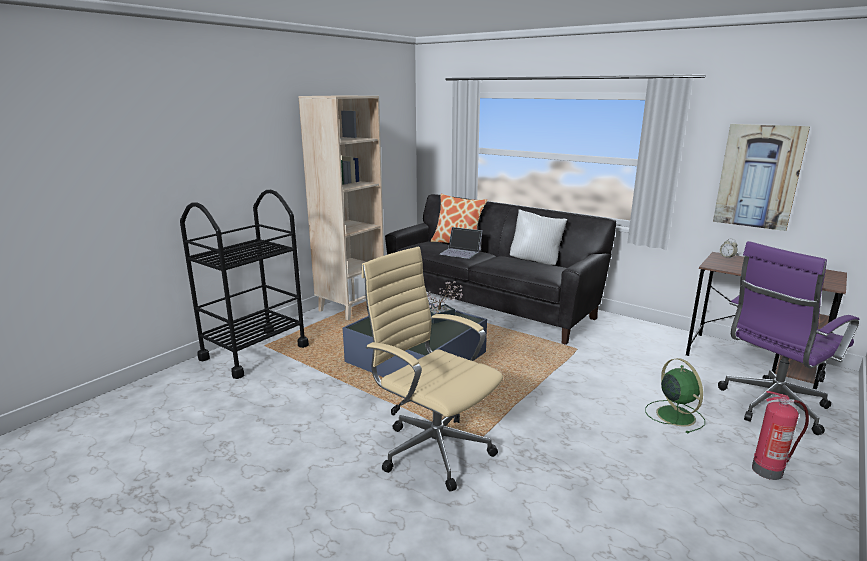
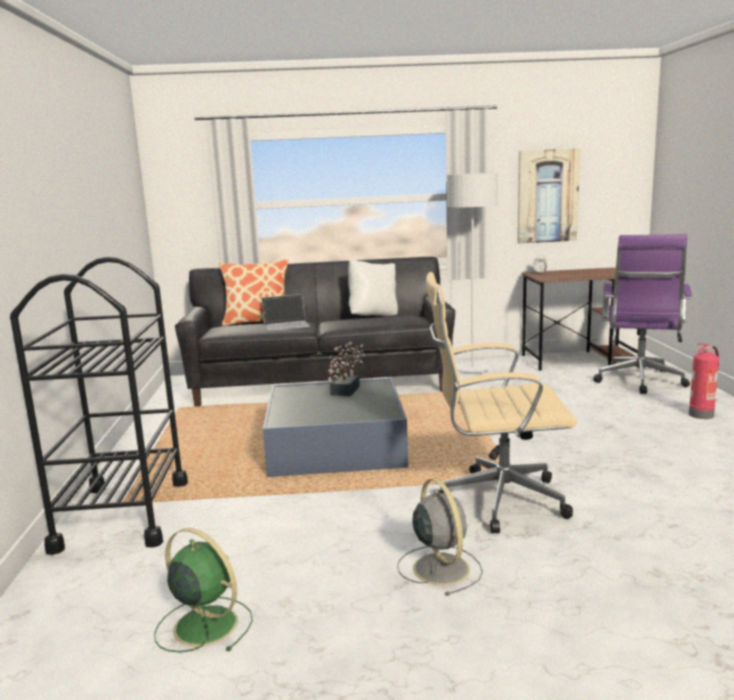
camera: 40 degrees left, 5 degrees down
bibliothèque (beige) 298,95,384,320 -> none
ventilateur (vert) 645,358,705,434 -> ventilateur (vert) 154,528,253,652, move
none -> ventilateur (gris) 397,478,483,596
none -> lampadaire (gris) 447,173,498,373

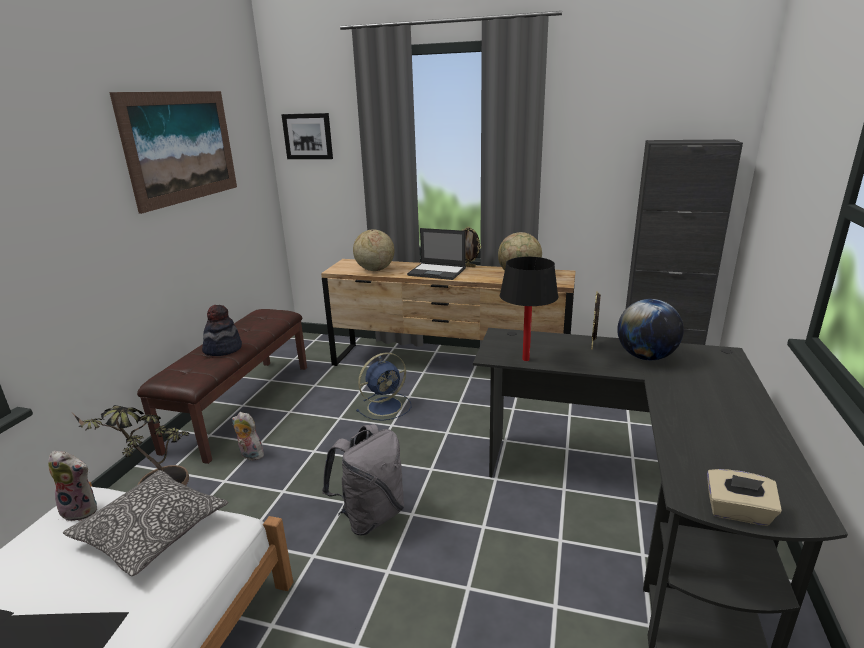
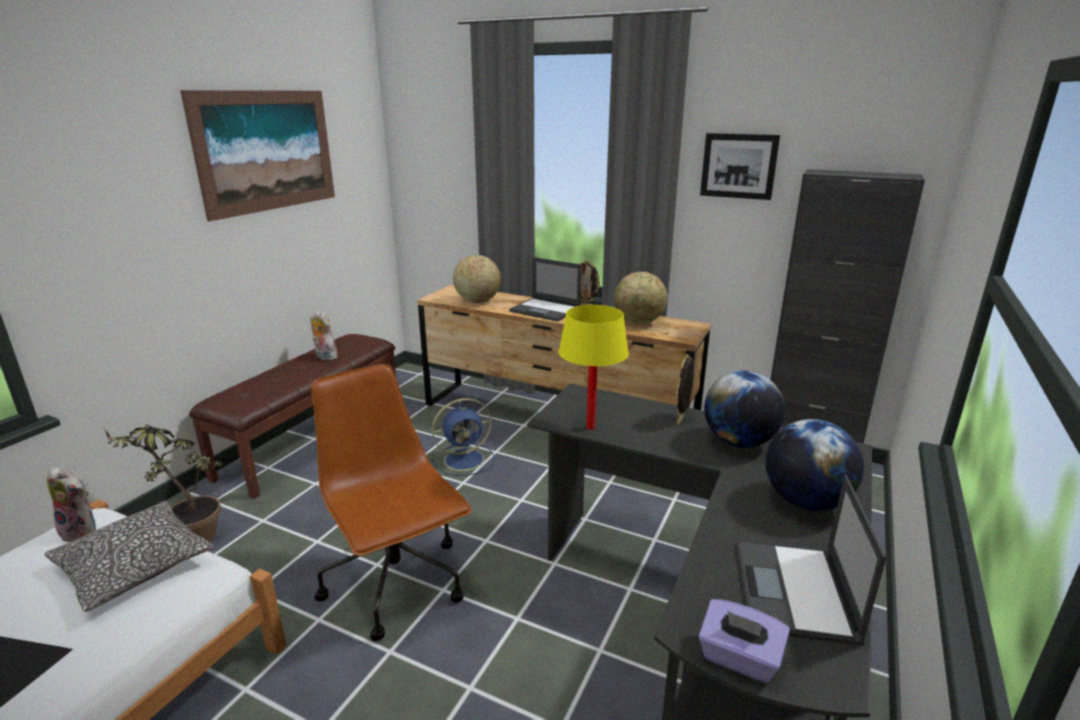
camera: 10 degrees right, 0 degrees up
chapeau 202,305,242,356 -> none
peluche 232,412,264,461 -> peluche 310,311,337,360, move
tableau 281,113,333,159 -> tableau 700,133,780,200, move
sac à dos (gris) 322,424,405,535 -> chaise de bureau (marron) 311,364,472,641
lampe de table (noir) 500,257,559,361 -> lampe de table (jaune) 559,305,629,430
boîte à mouchoirs (beige) 707,469,782,526 -> boîte à mouchoirs (violet) 698,599,790,683
none -> ordinateur portable 736,475,886,646
none -> globe 765,419,864,511

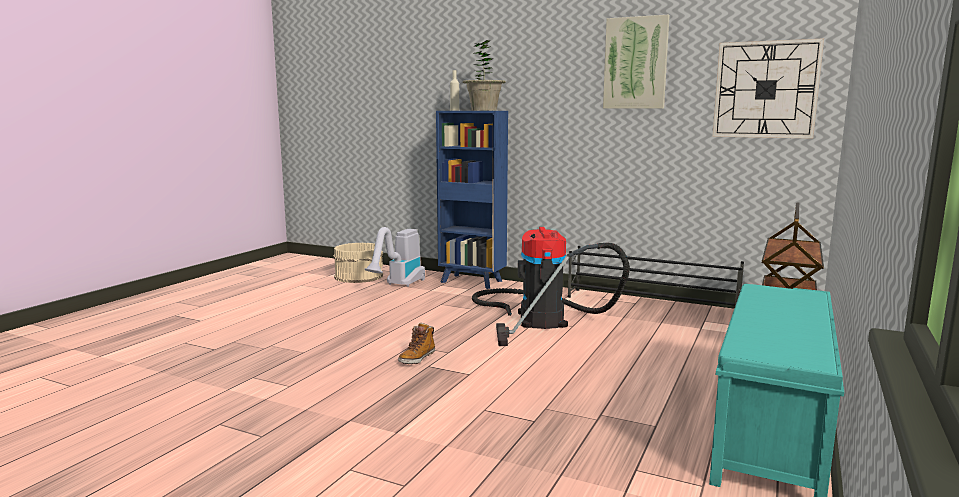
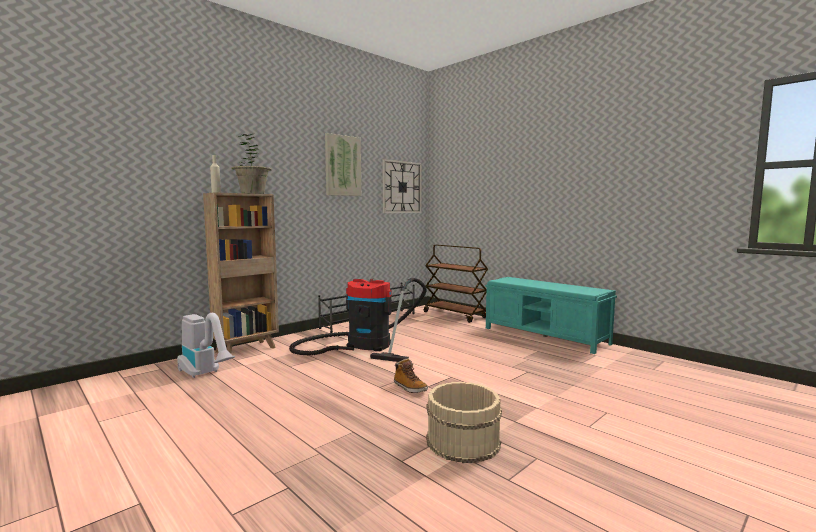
camera: 70 degrees left, 5 degrees down
seau (beige) 333,243,383,283 -> seau (beige) 426,382,502,463, move
bibliothèque (bleu) 436,111,508,289 -> bibliothèque (marron) 203,192,279,353

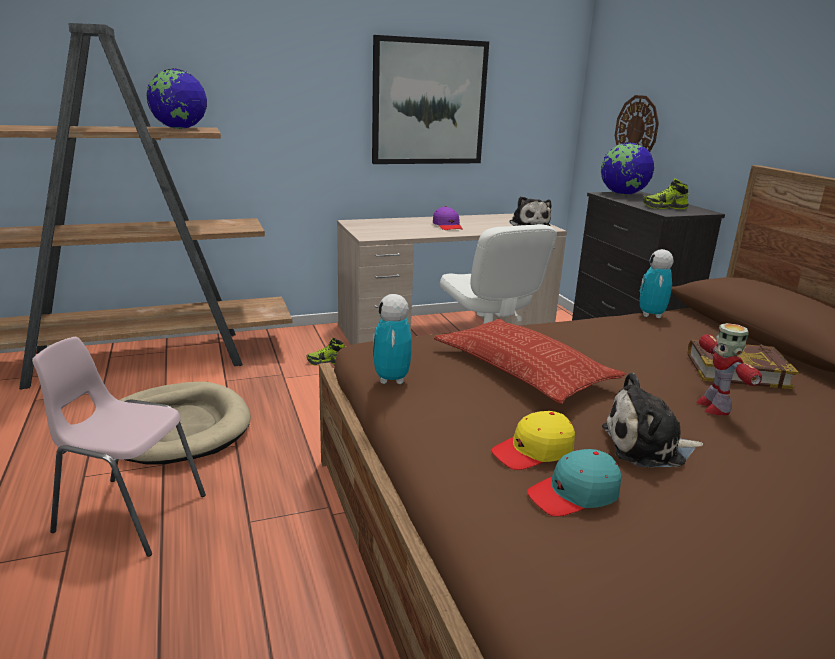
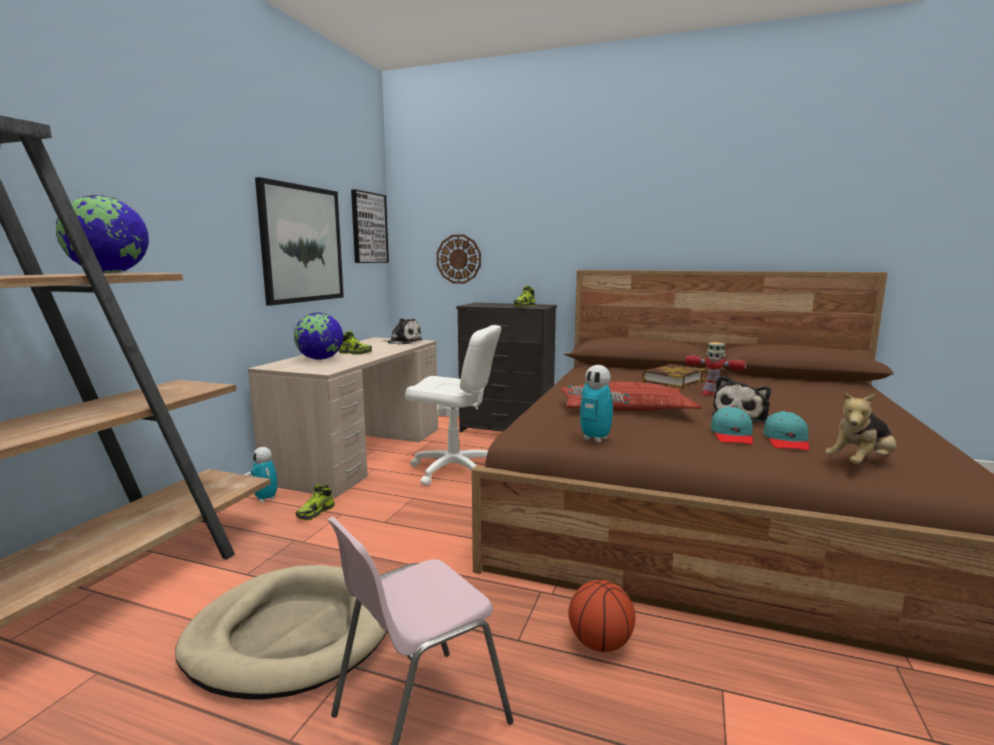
camera: 50 degrees left, 10 degrees down
casquette (violet) 433,206,462,230 -> chaussure 339,330,372,355
casquette (jaune) 491,411,575,470 -> casquette (turquoise) 711,406,753,445
globe 601,142,654,195 -> globe 294,313,344,360, move
robot jouet 640,249,674,318 -> robot jouet 251,447,277,502, move
none -> tableau 351,189,389,263
none -> ballon de basket 569,580,636,652
none -> peluche 825,393,896,464

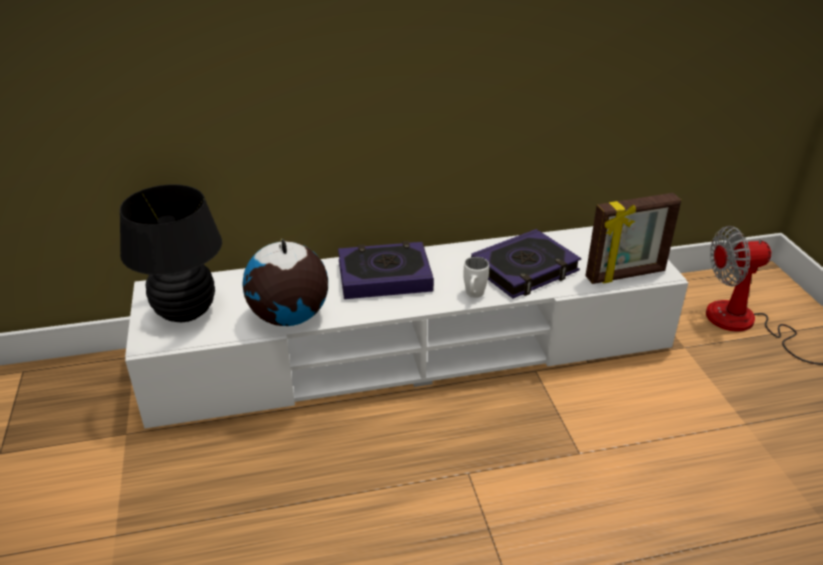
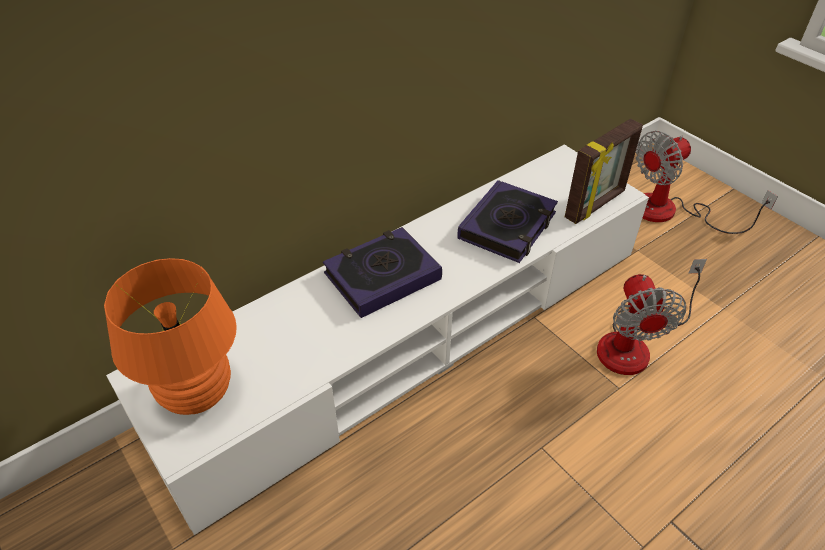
camera: 25 degrees left, 10 degrees up
lampe de table (noir) 120,185,222,322 -> lampe de table (orange) 104,258,237,415
globe 242,239,328,326 -> none
mug (blanc) 463,257,489,298 -> none
none -> ventilateur 597,259,707,375

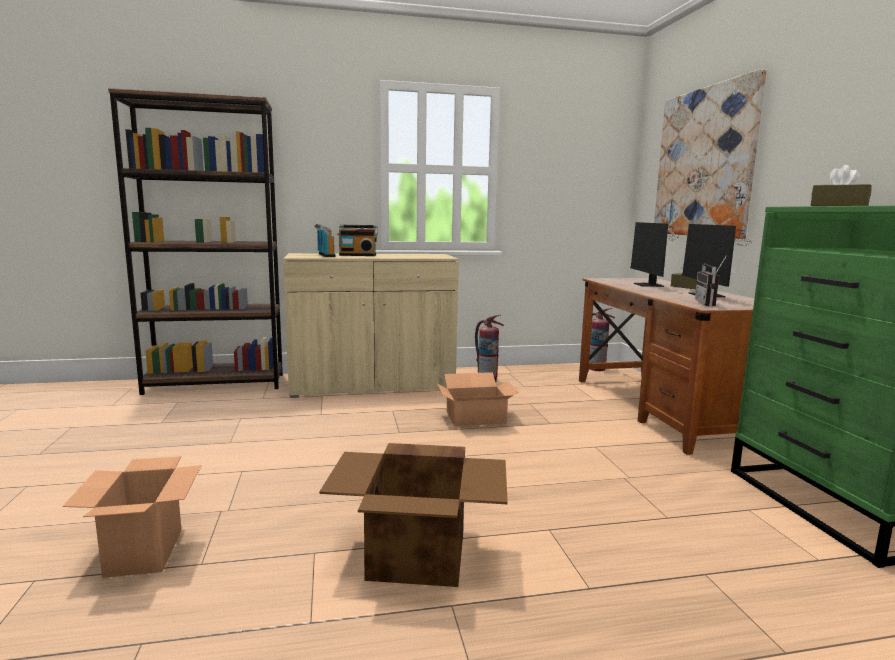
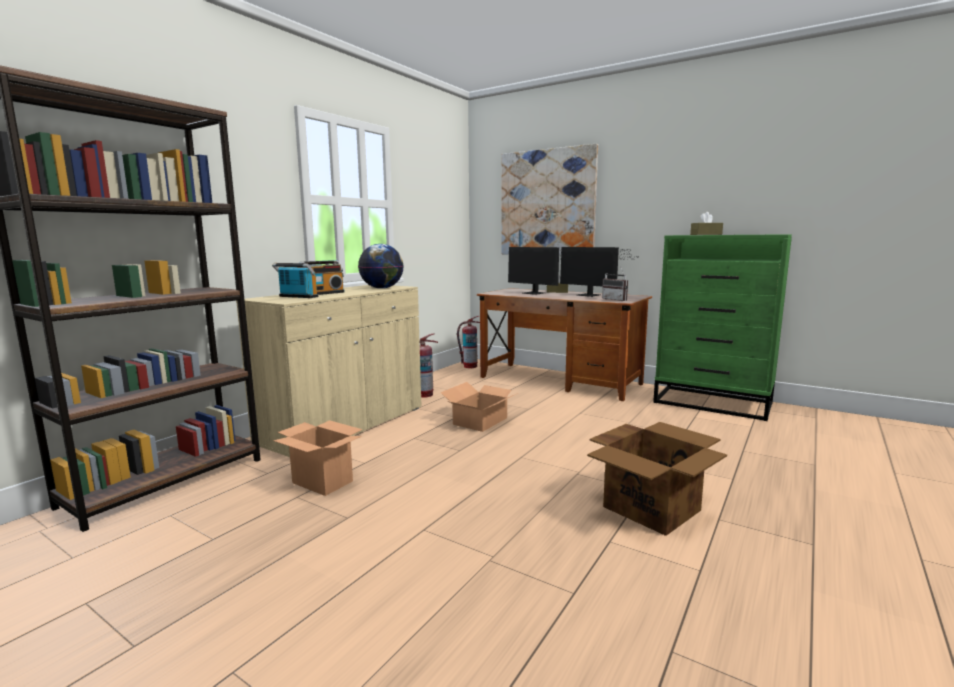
camera: 45 degrees left, 0 degrees up
carton 63,456,202,578 -> carton 273,420,363,496, move
none -> globe 358,244,404,289

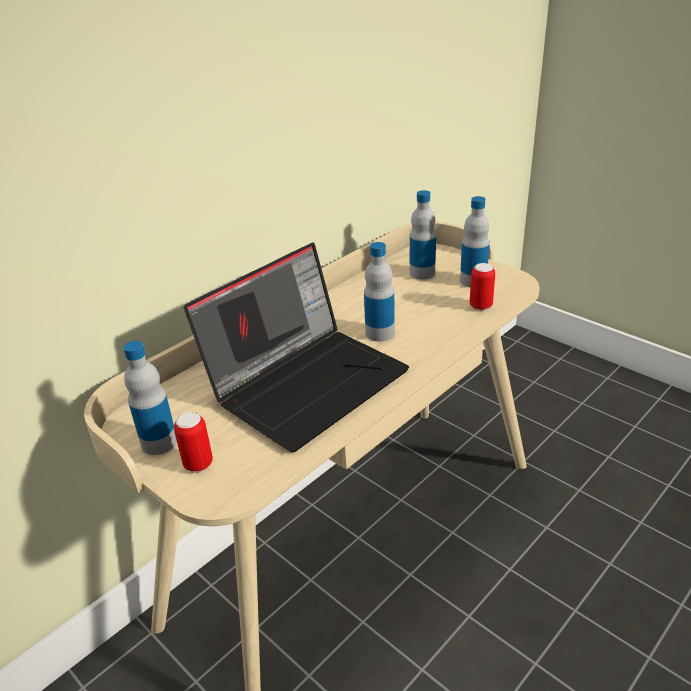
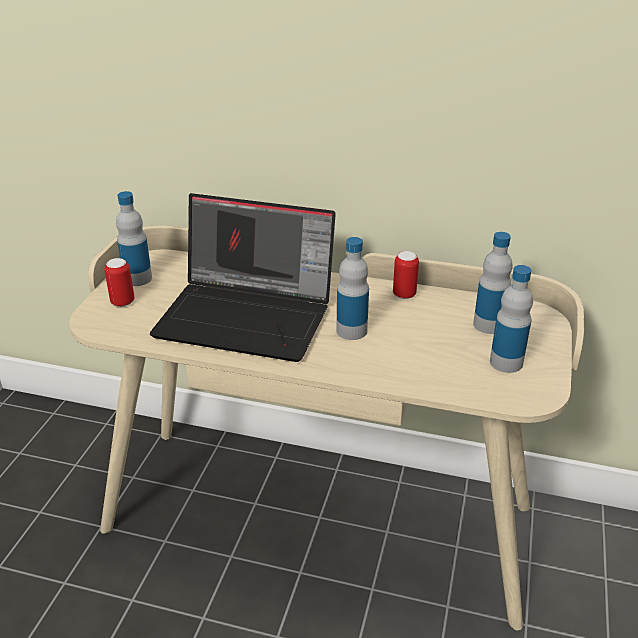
camera: 60 degrees right, 0 degrees up
boîte métallique 470,263,495,310 -> boîte métallique 393,251,419,299, move

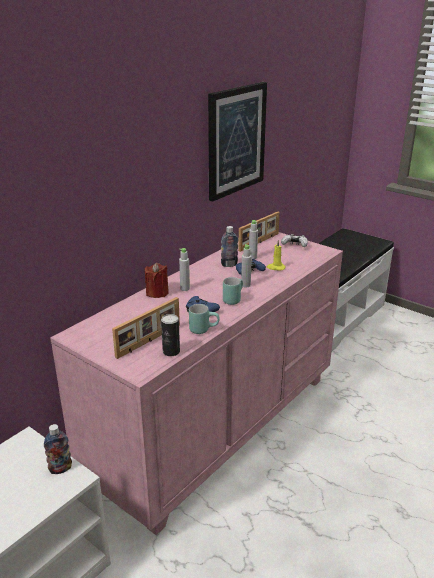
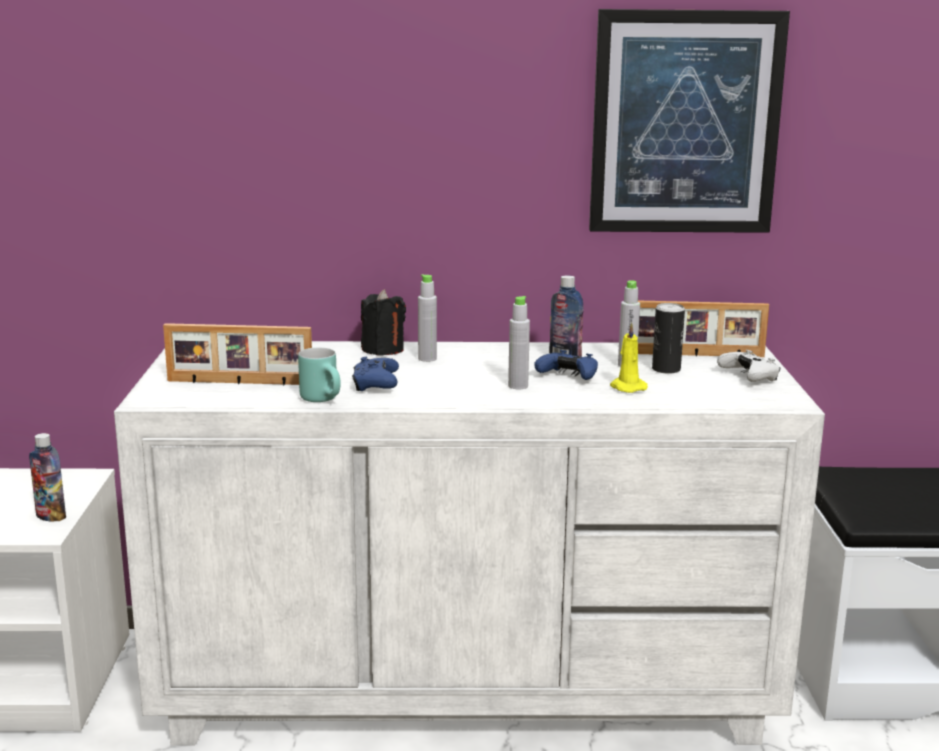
camera: 50 degrees right, 10 degrees down
commode (rose) 50,232,343,535 -> commode (blanc) 114,341,825,746
bougie (rouge) 145,263,169,298 -> bougie (noir) 361,289,406,356
boîte métallique 161,314,180,356 -> boîte métallique 652,303,685,374, move
mug (turquoise) 223,277,243,305 -> none

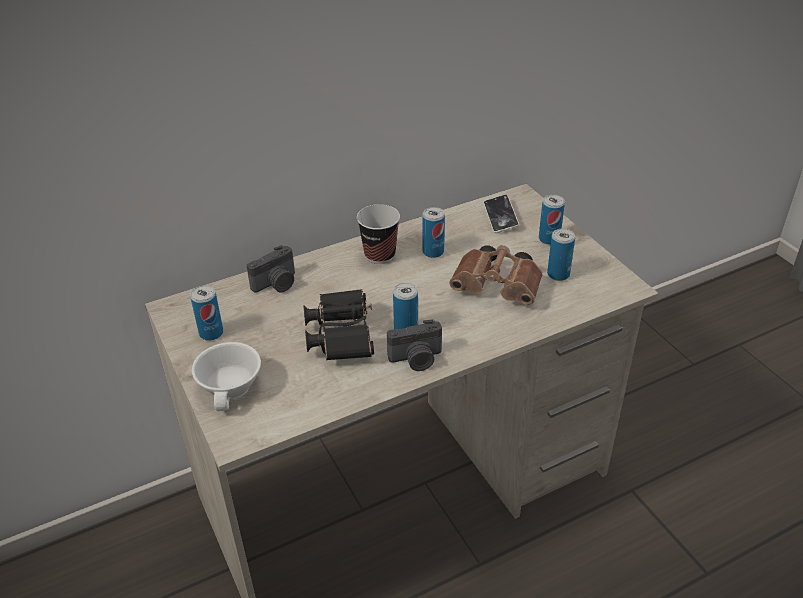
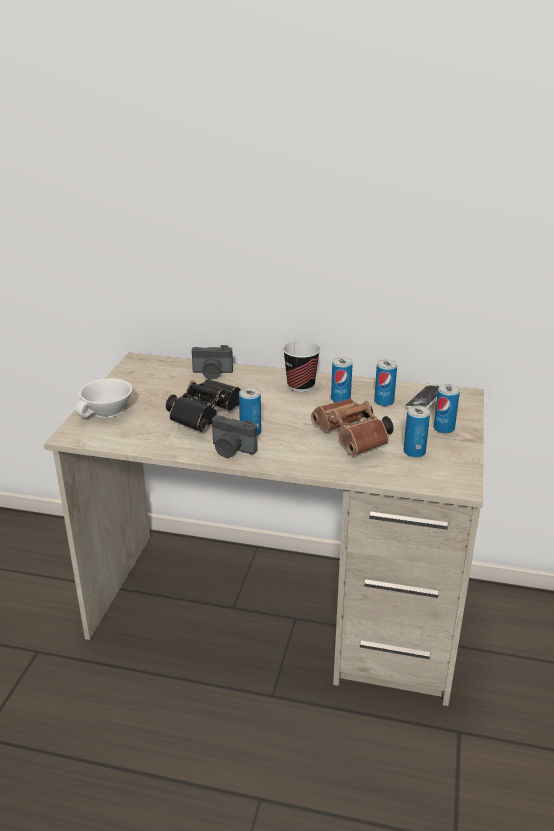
camera: 40 degrees right, 10 degrees down
boîte métallique 190,285,223,341 -> boîte métallique 374,359,397,406, move

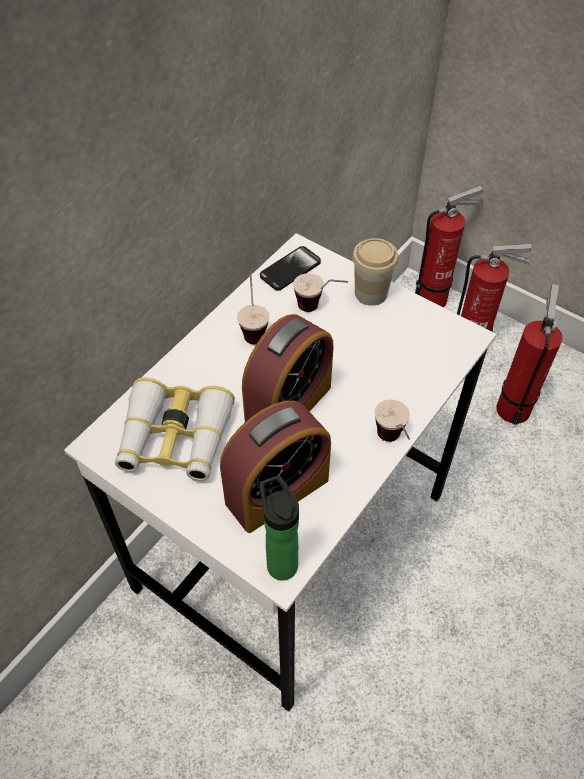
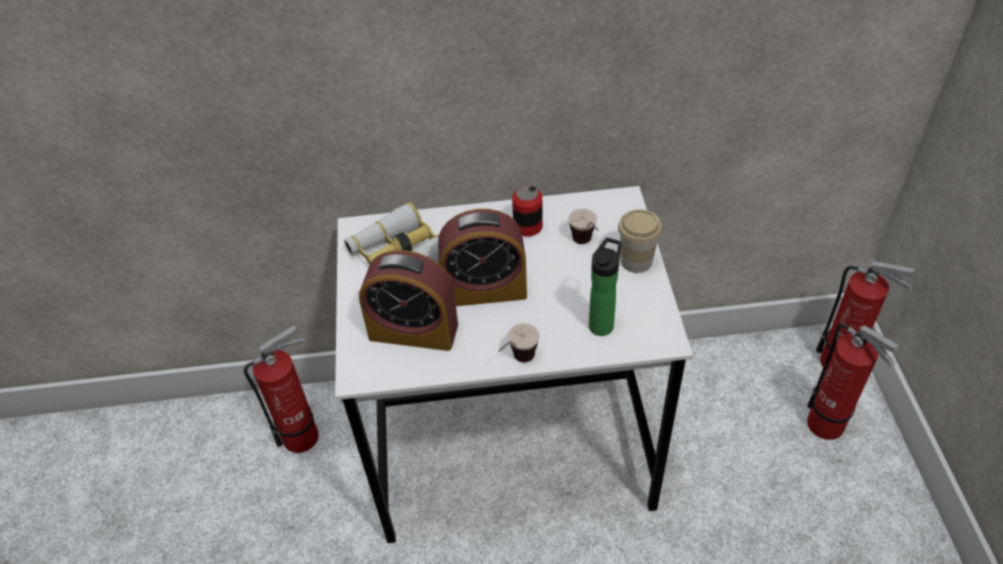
camera: 50 degrees right, 5 degrees down
tasse 237,271,269,344 -> boîte métallique 512,185,543,237
bouteille 259,475,299,580 -> bouteille 589,238,622,336, move
téléphone 260,246,321,291 -> none
extincteur 496,284,562,425 -> extincteur 244,325,319,453, move

